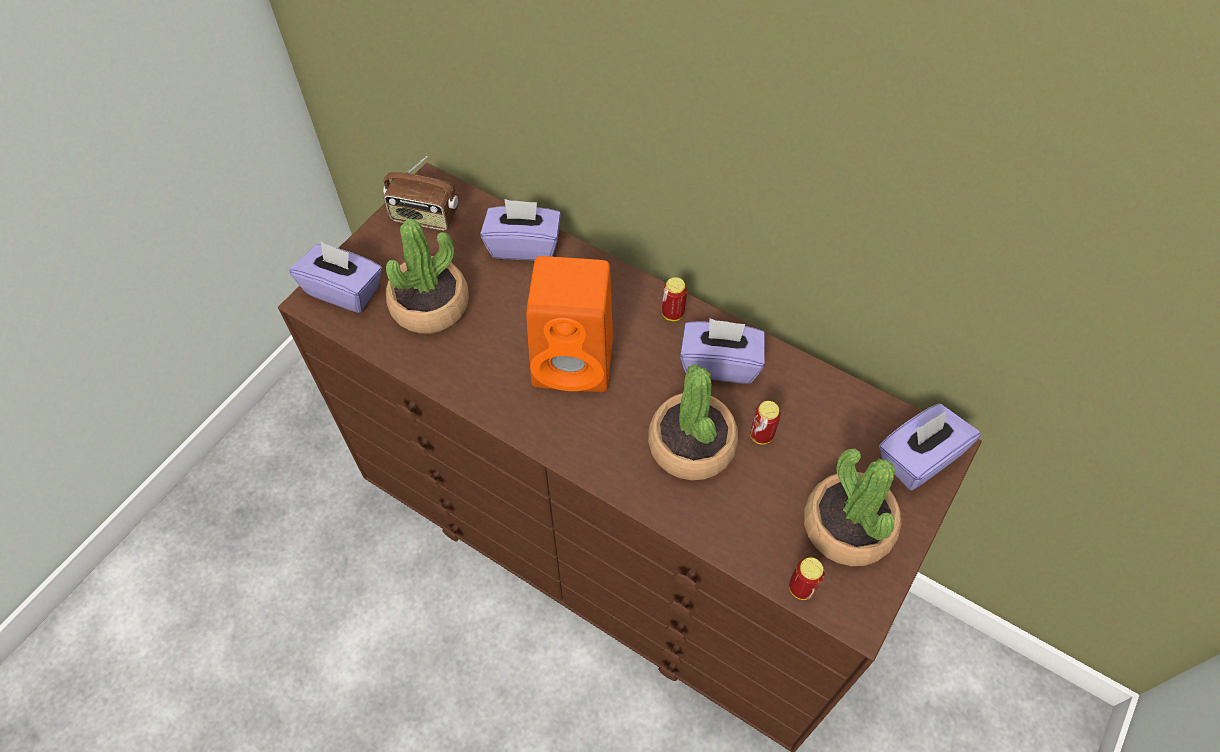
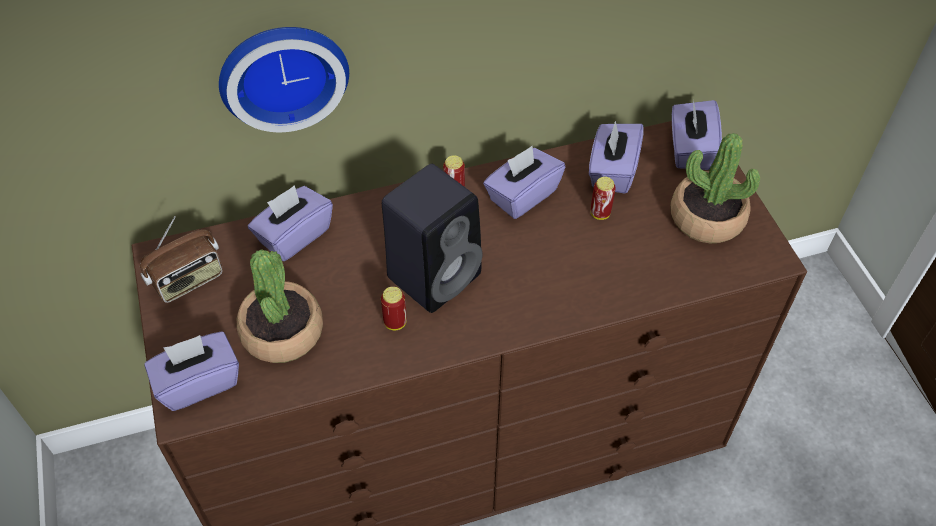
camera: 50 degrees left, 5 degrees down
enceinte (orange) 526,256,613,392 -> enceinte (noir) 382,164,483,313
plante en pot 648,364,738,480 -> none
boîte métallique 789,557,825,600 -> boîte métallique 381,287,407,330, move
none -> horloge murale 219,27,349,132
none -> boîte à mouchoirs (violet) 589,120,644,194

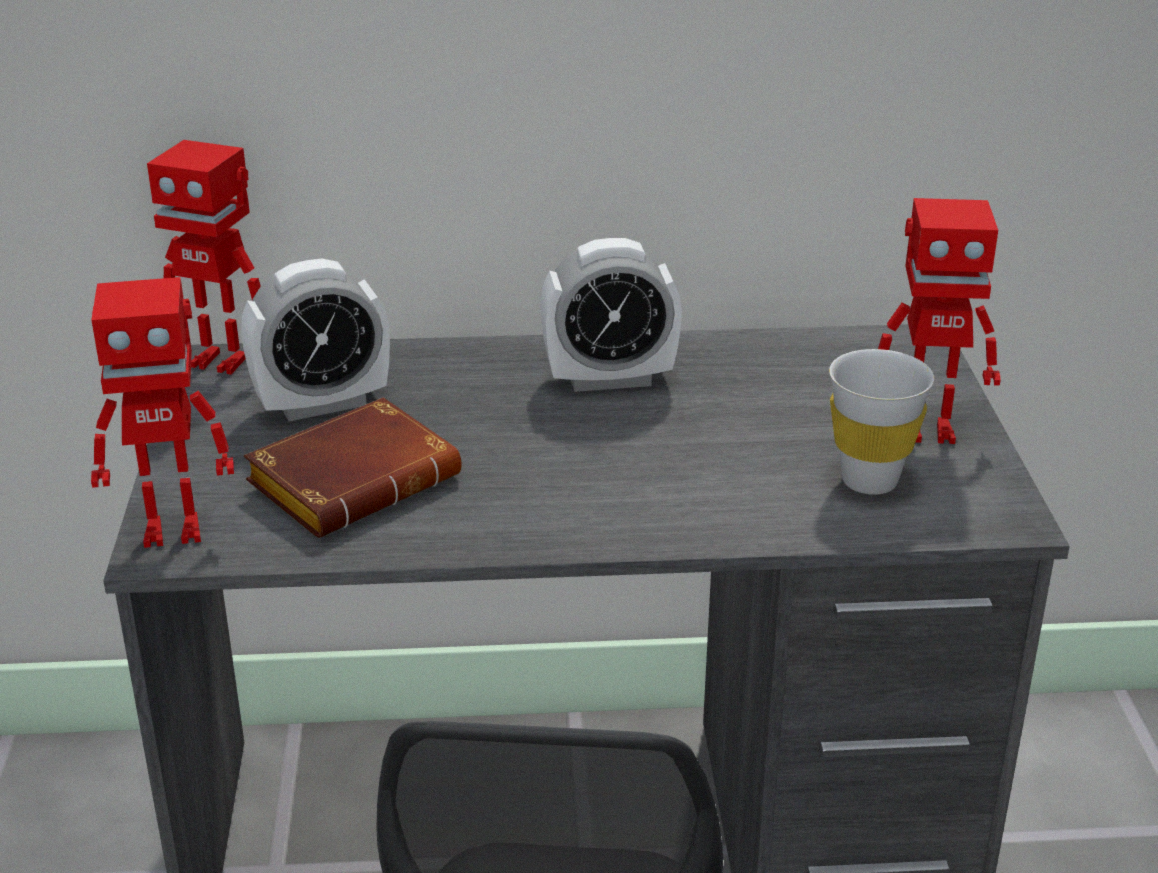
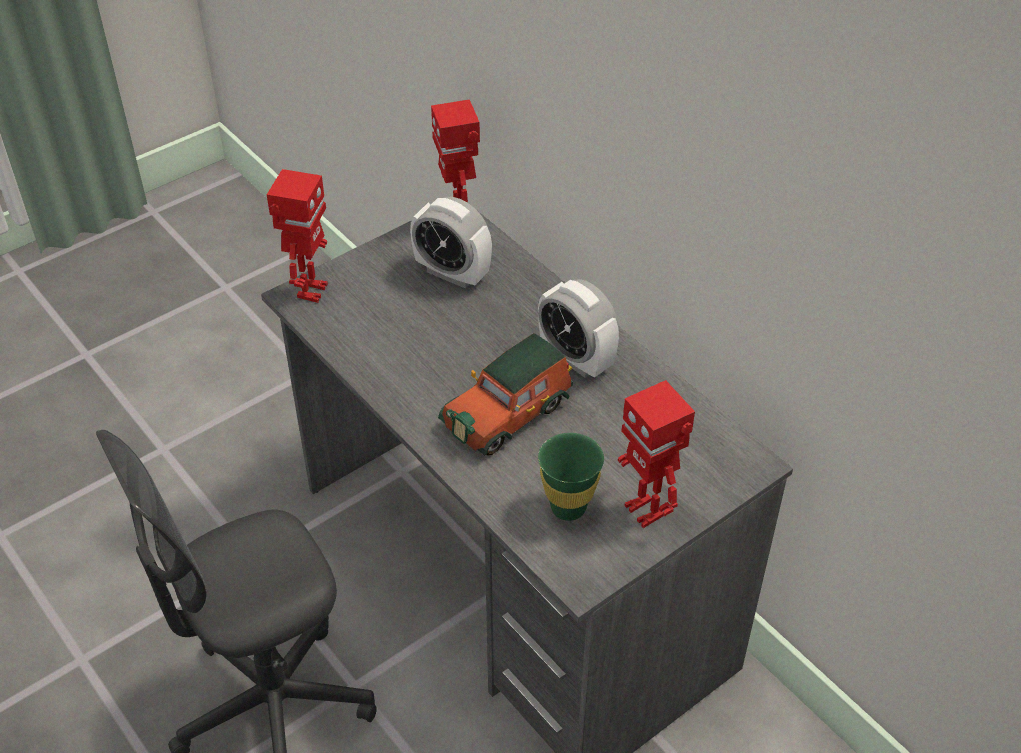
camera: 55 degrees right, 15 degrees up
robot jouet 91,277,234,548 -> robot jouet 267,169,328,303, 120 degrees counterclockwise
livre (marron) 244,397,462,538 -> none
tasse (blanc) 829,349,934,495 -> tasse (vert) 538,433,604,521
none -> petite voiture 438,333,573,456

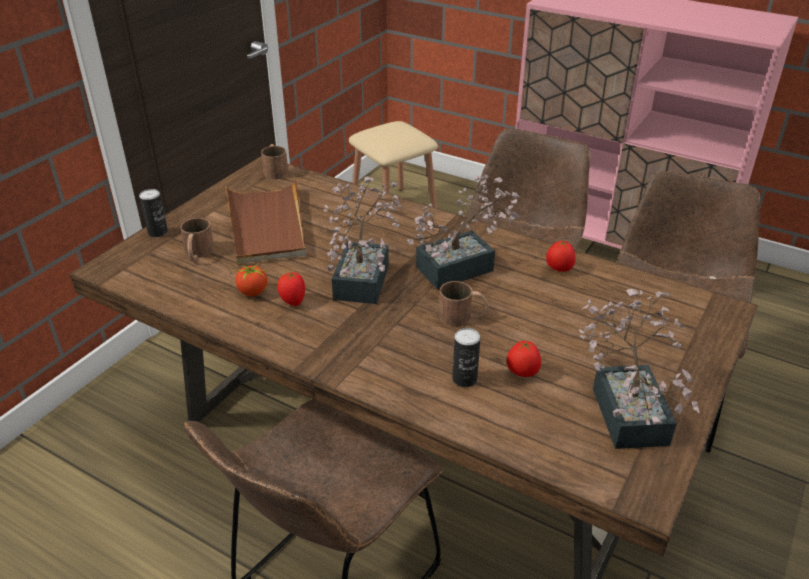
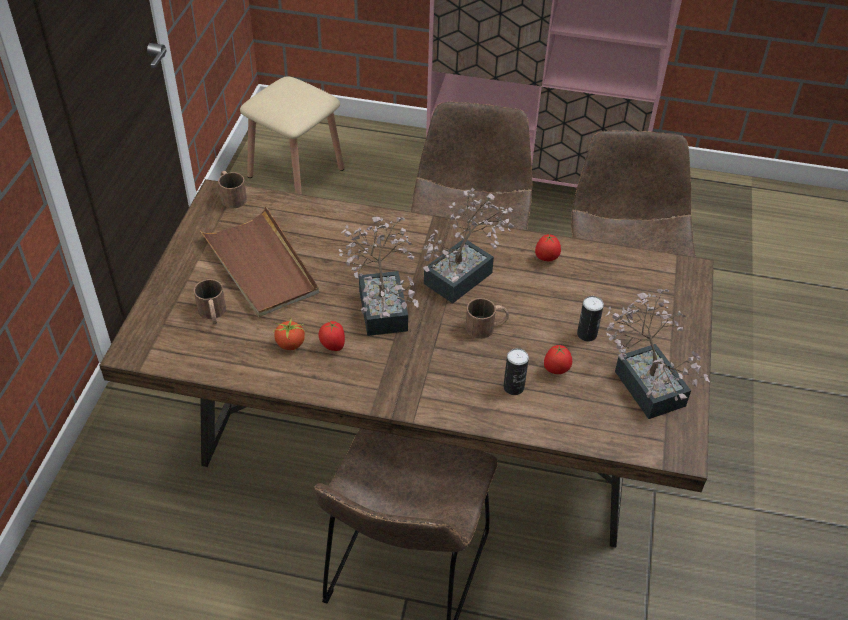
camera: 20 degrees left, 10 degrees up
boîte métallique 139,189,168,237 -> boîte métallique 577,296,604,342, move

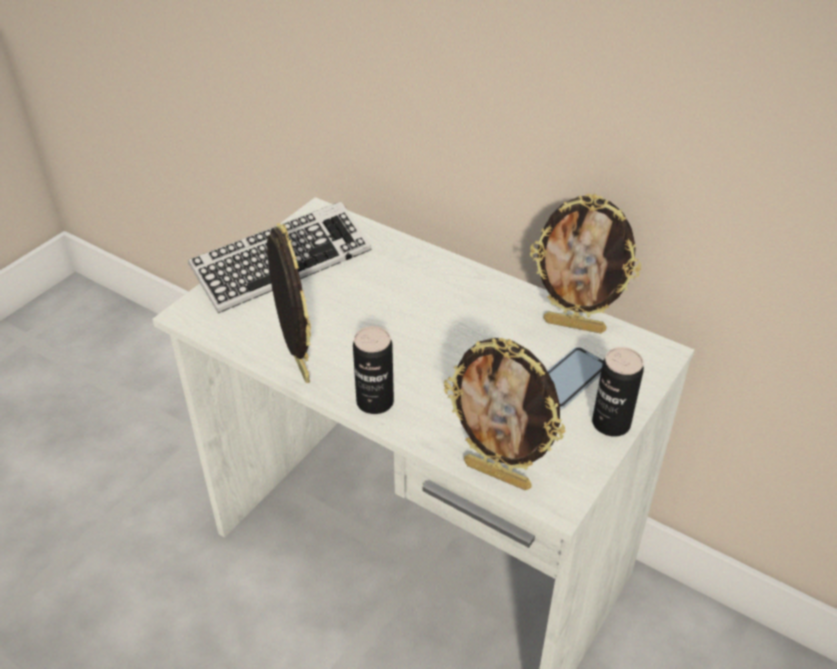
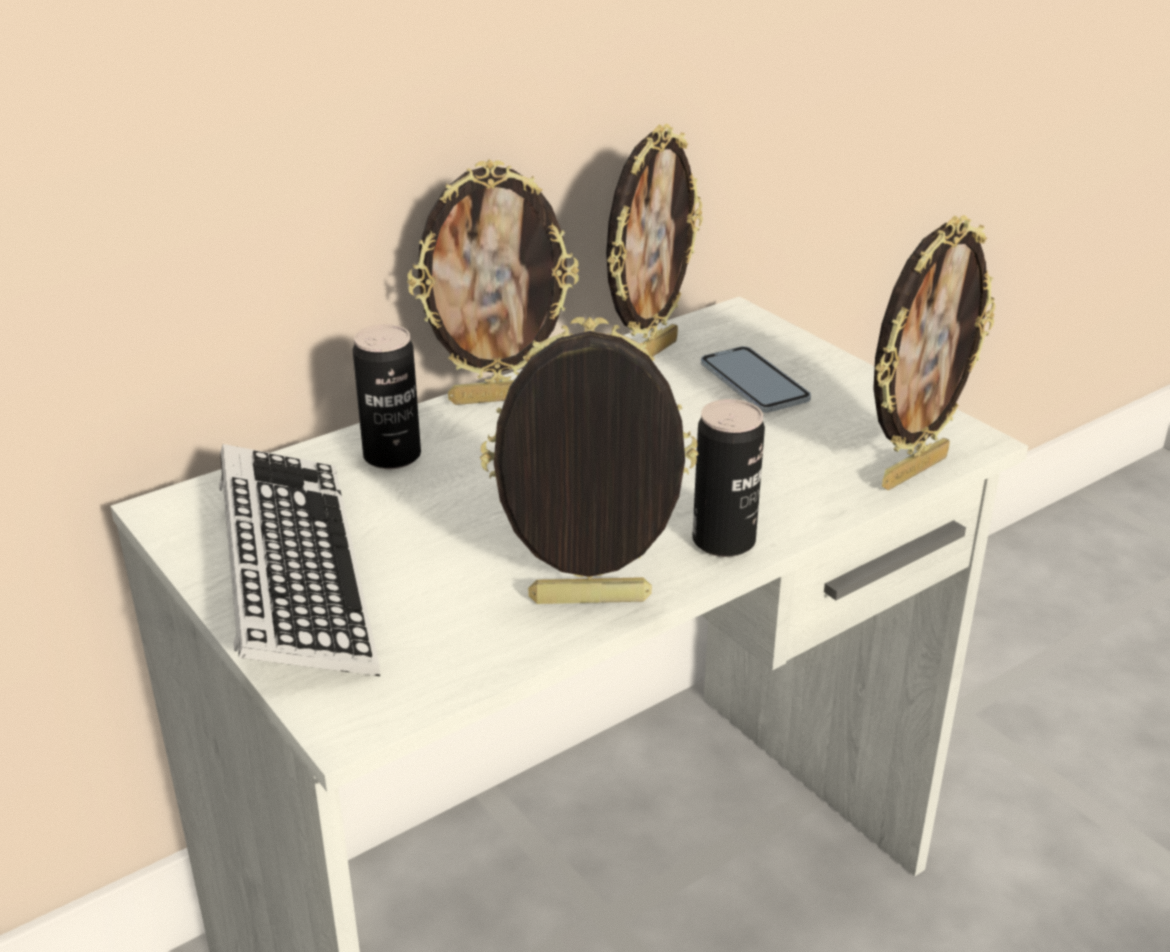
camera: 70 degrees left, 10 degrees down
boîte métallique 592,347,644,437 -> boîte métallique 352,324,421,469, move
none -> cadre photo 407,159,579,405

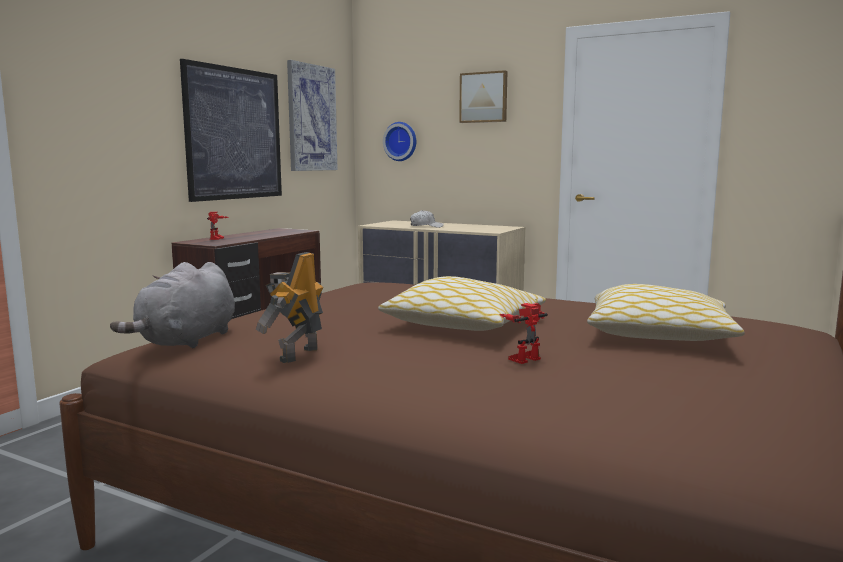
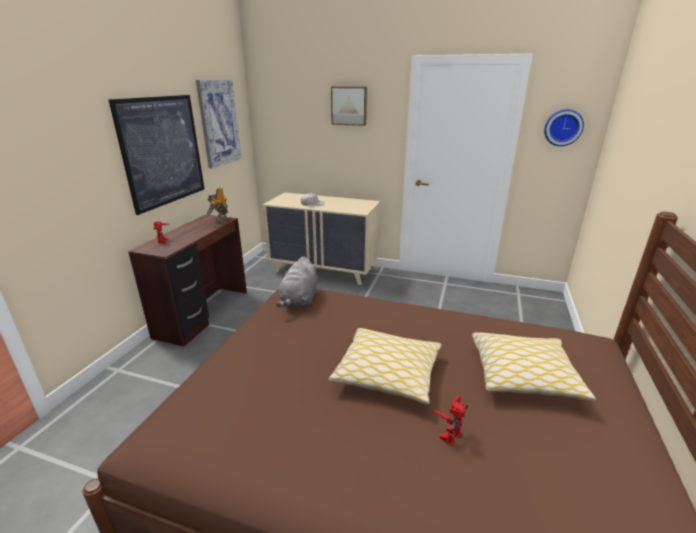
camera: 10 degrees left, 15 degrees up
peluche (gris) 110,262,235,348 -> peluche (gris) 276,256,318,307, move
robot jouet 256,252,323,363 -> robot jouet 207,188,228,224, move
horloge murale 383,122,416,161 -> horloge murale 544,109,584,146, move

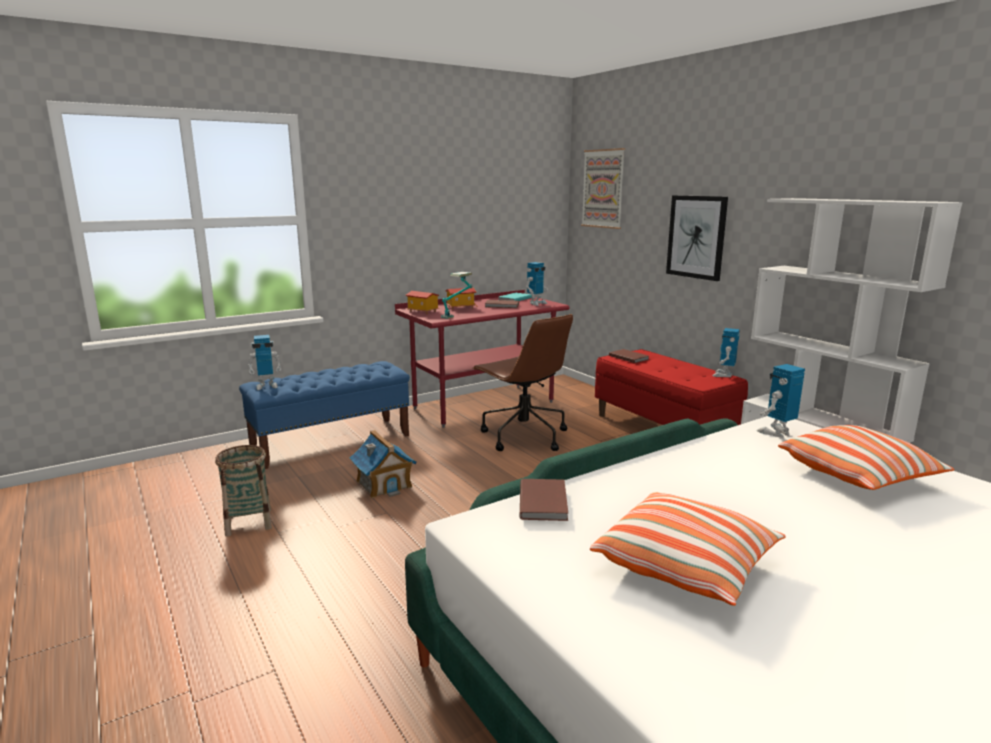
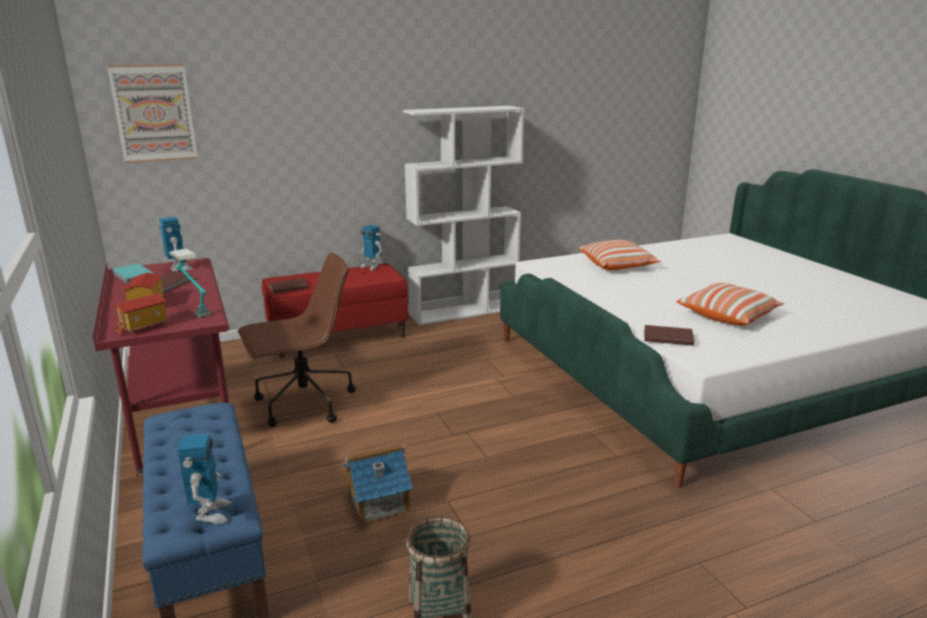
camera: 80 degrees left, 5 degrees up
tableau 666,195,728,281 -> none
robot jouet 757,364,805,438 -> none

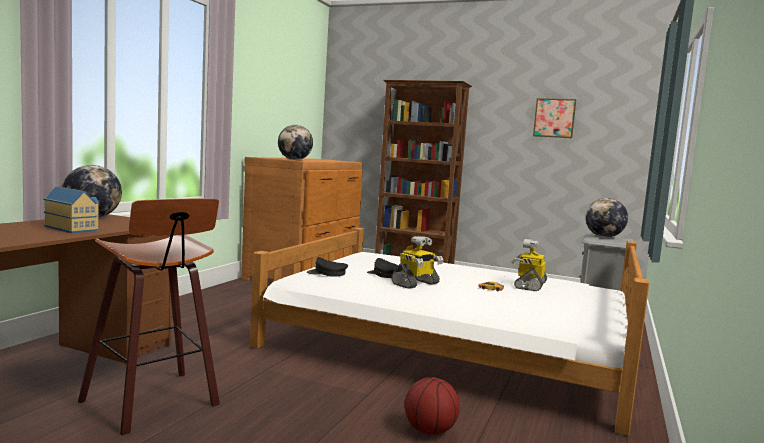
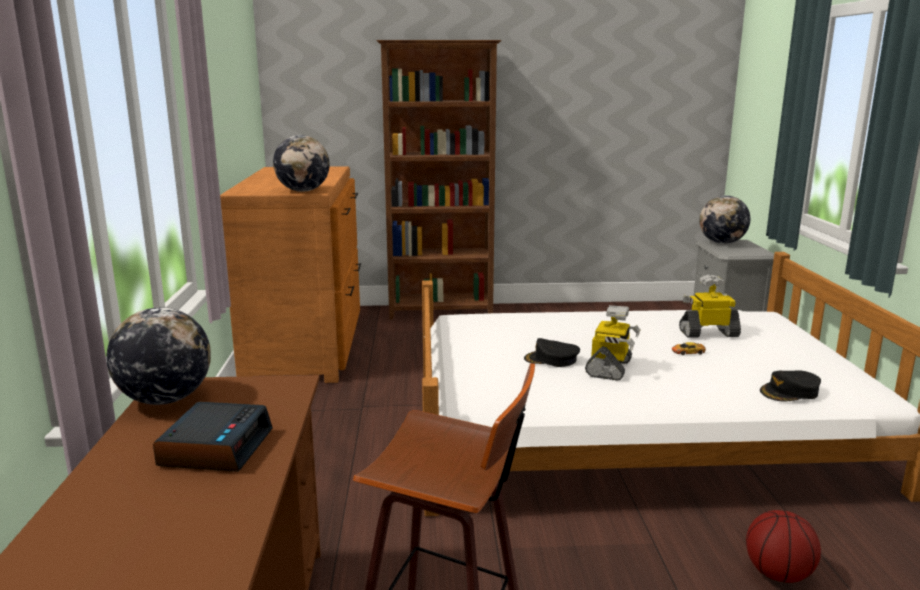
camera: 25 degrees left, 10 degrees up
maison miniature 43,186,100,233 -> réveil 153,402,273,472
casquette (noir) 307,257,348,277 -> casquette (noir) 760,370,821,401, move
robot jouet 512,239,547,291 -> robot jouet 679,275,741,338, 90 degrees clockwise
tableau 533,98,576,138 -> none

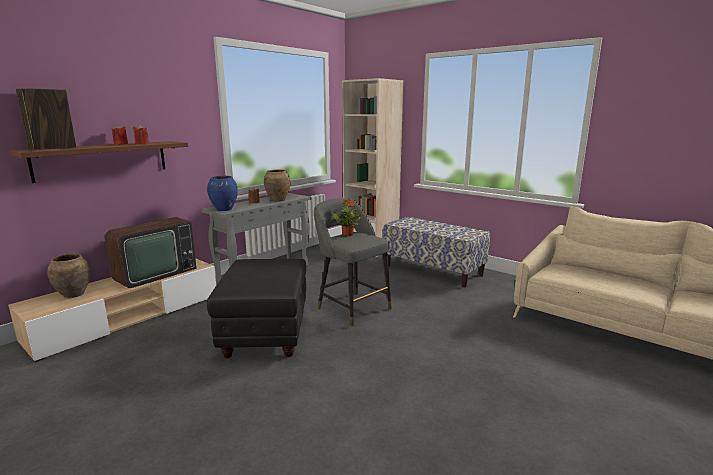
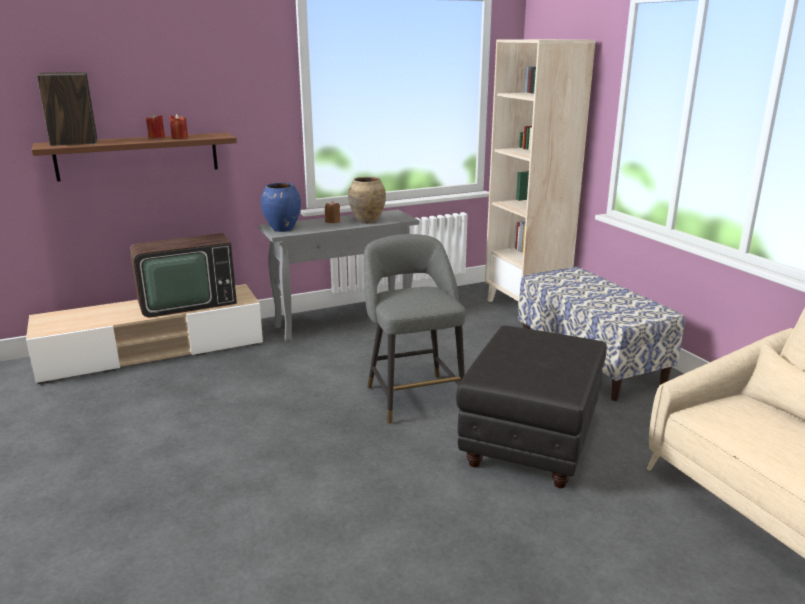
camera: 25 degrees right, 5 degrees up
vase (marron) 47,253,90,298 -> none
pouf (noir) 207,259,307,358 -> pouf (noir) 456,325,607,488, move
plante en pot 332,199,361,236 -> none

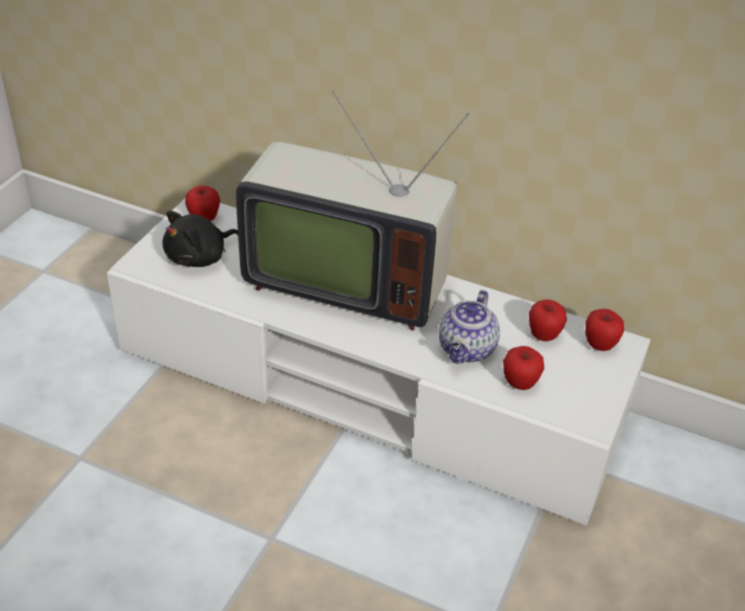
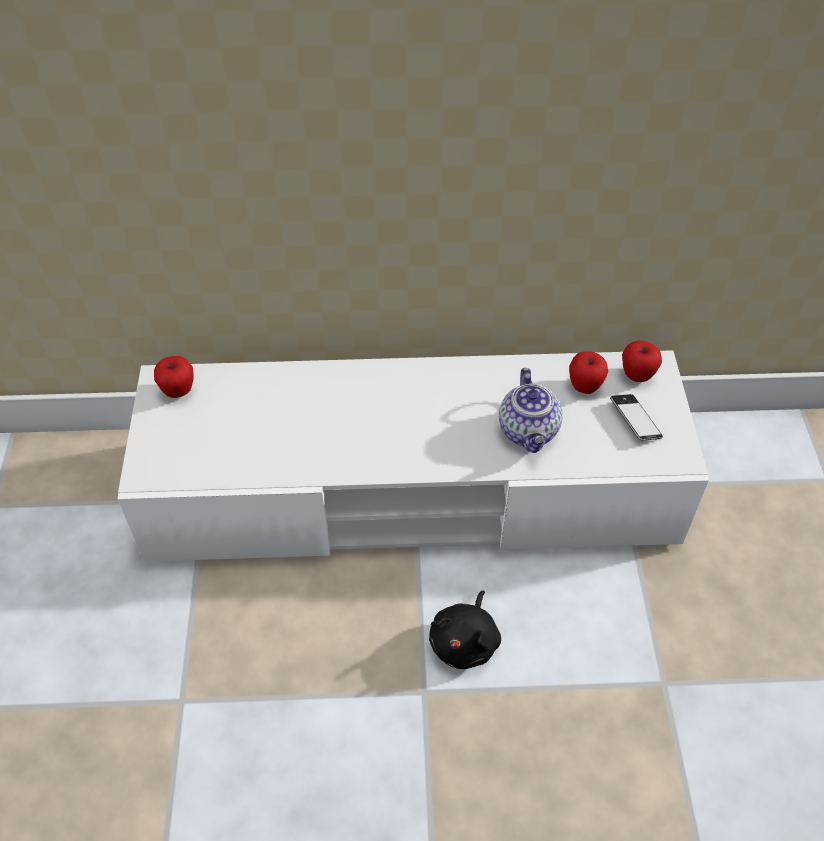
camera: 25 degrees left, 10 degrees up
peluche (noir) 163,211,238,267 -> peluche (noir) 429,591,501,669, move
téléviseur 236,91,470,330 -> none
pomme 503,346,544,390 -> none
none -> téléphone 610,394,663,441

